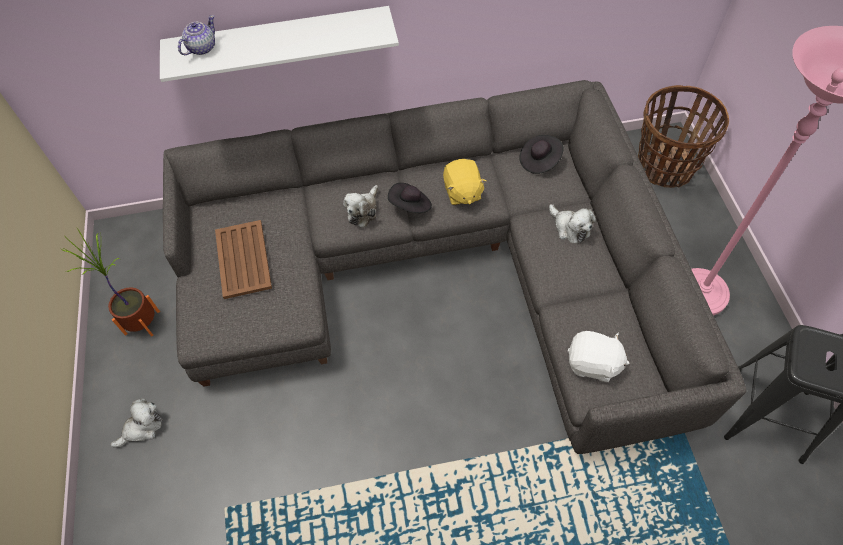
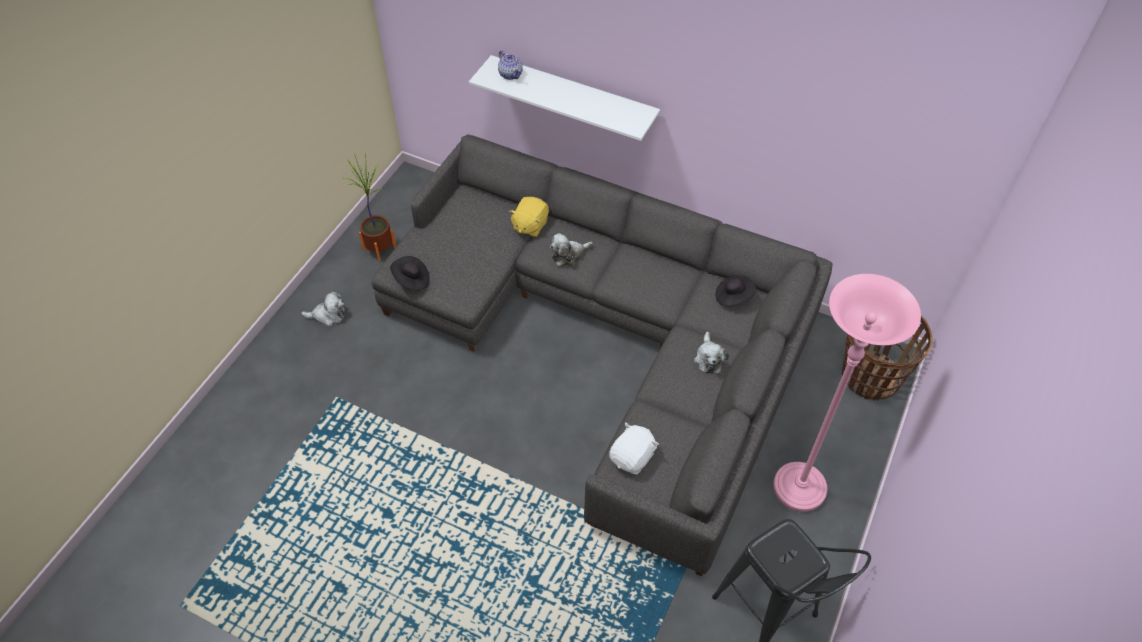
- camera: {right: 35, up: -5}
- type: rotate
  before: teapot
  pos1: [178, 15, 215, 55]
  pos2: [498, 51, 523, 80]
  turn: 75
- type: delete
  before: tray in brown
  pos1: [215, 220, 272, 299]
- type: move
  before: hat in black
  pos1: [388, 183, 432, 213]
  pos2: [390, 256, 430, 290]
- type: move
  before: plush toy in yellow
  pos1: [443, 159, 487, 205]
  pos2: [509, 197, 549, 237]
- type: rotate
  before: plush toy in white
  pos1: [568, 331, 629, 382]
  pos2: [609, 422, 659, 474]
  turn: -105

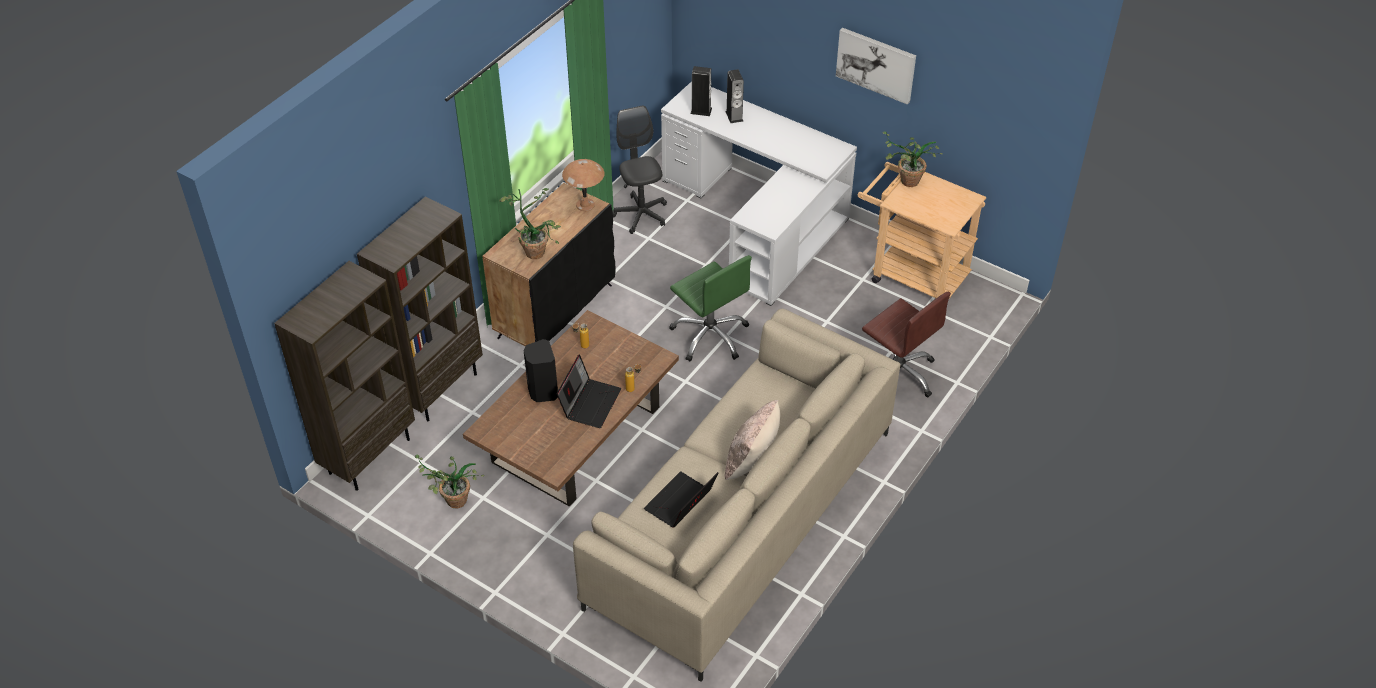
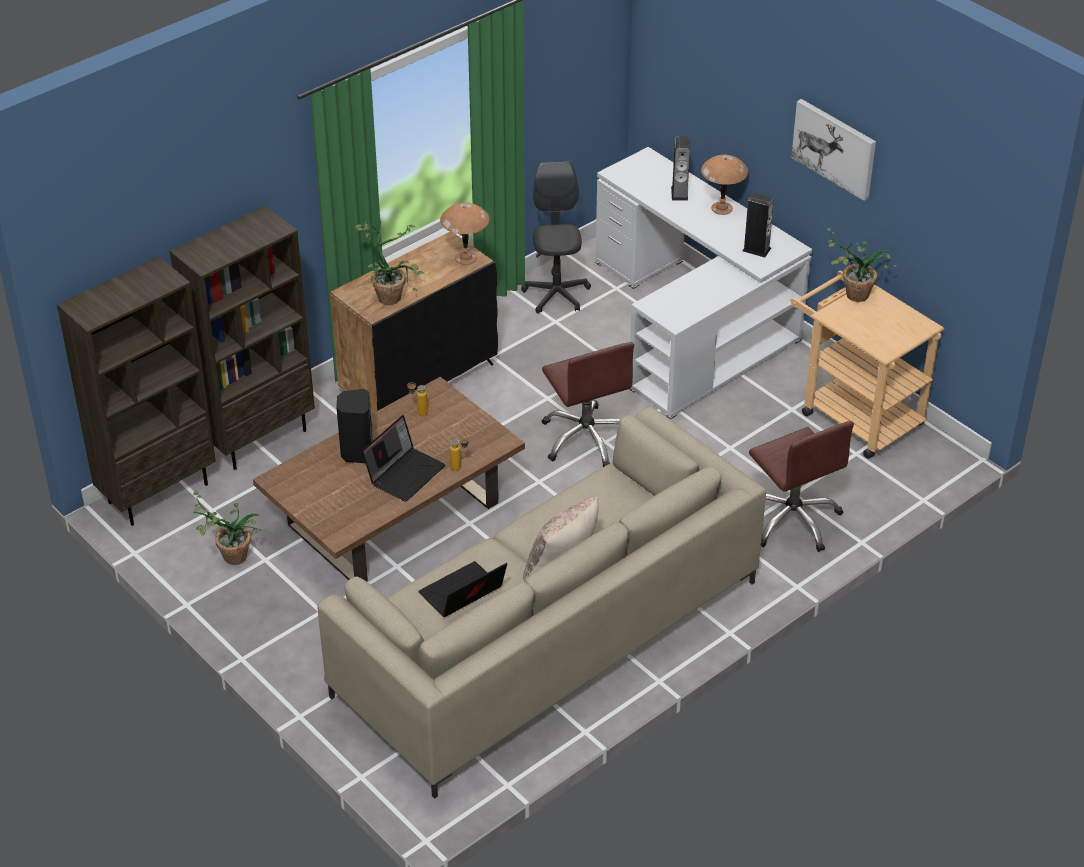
- camera: {right: 15, up: -5}
- type: recolor
  before: office chair in green
  after: office chair in brown
  pos1: [669, 255, 752, 362]
  pos2: [542, 342, 634, 467]
- type: move
  before: speaker
  pos1: [690, 66, 712, 116]
  pos2: [742, 193, 774, 257]
- type: insert
  after: table lamp in brown
  pos2: [701, 155, 749, 215]

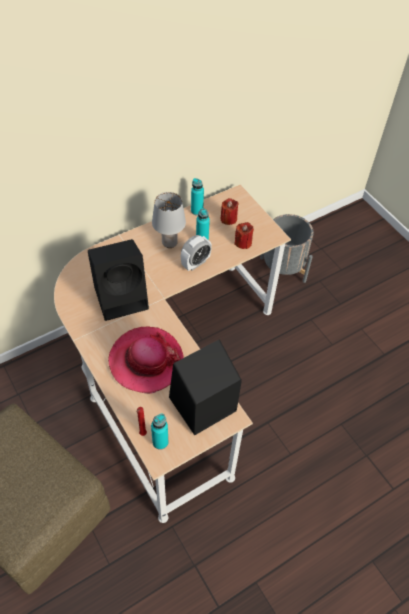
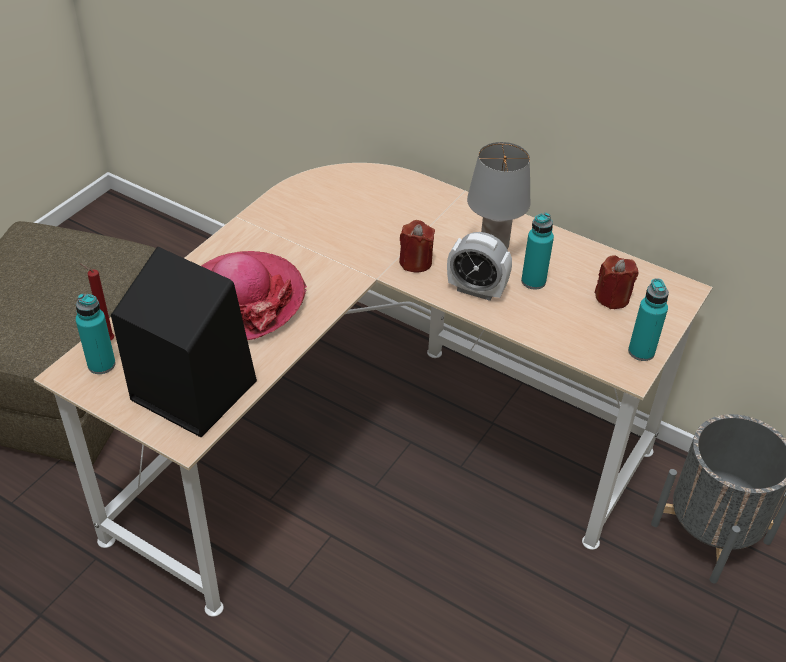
- camera: {right: 65, up: -10}
- type: delete
  before: speaker in black
  pos1: [88, 239, 149, 321]
- type: move
  before: bottle in turquoise
  pos1: [191, 178, 204, 216]
  pos2: [628, 278, 669, 361]
- type: move
  before: candle in red
  pos1: [234, 222, 254, 249]
  pos2: [399, 220, 435, 273]

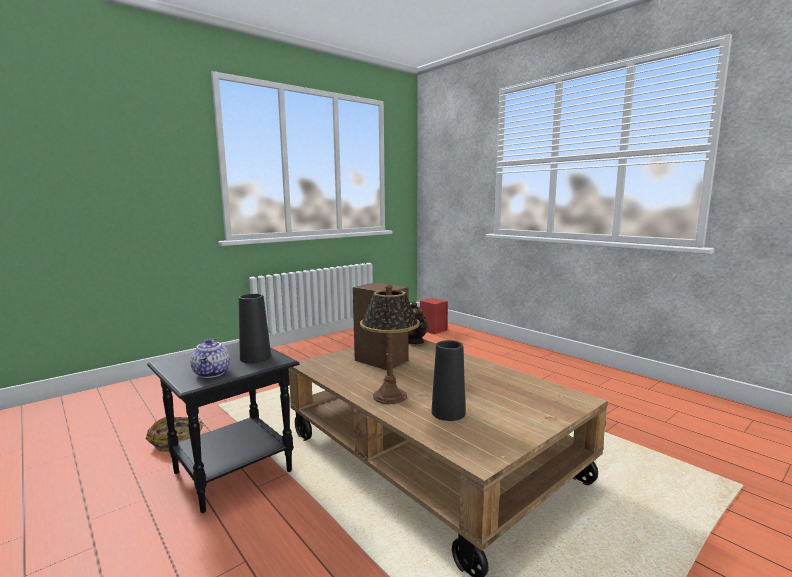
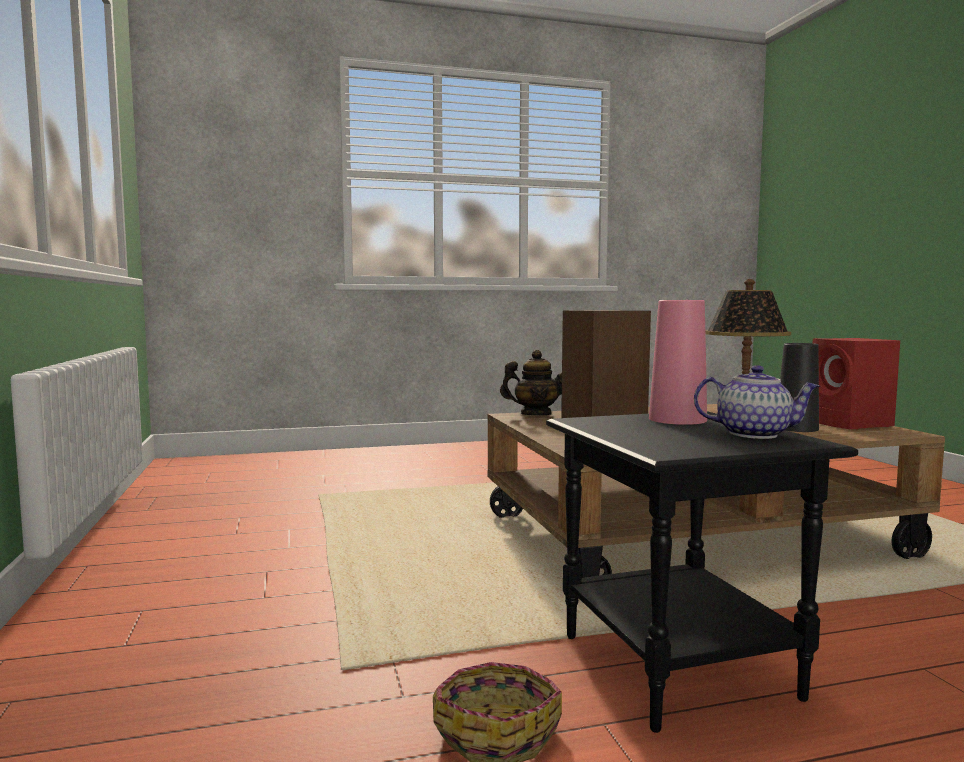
- camera: {right: -65, up: -5}
- type: recolor
  before: vase in black
  after: vase in pink
  pos1: [239, 294, 271, 363]
  pos2: [649, 300, 707, 425]
- type: move
  before: speaker in red
  pos1: [419, 298, 448, 334]
  pos2: [813, 338, 900, 429]

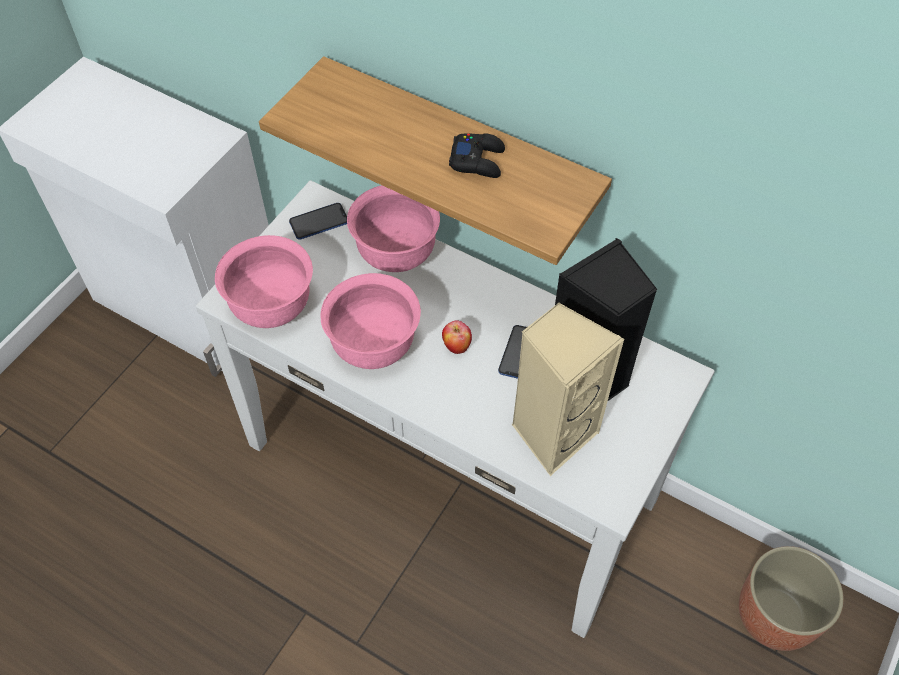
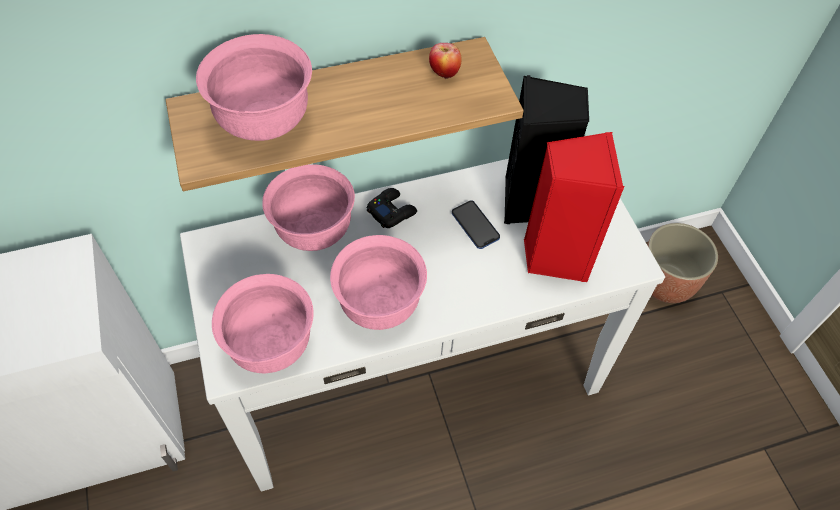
- camera: {right: -50, up: 0}
- type: delete
  before: phone
  pos1: [289, 203, 347, 240]
- type: move
  before: apple
  pos1: [442, 320, 472, 354]
  pos2: [429, 43, 462, 79]
- type: move
  before: game controller in black
  pos1: [449, 133, 505, 178]
  pos2: [367, 188, 417, 228]
- type: recolor
  before: speaker in beige
  after: speaker in red
  pos1: [512, 302, 624, 476]
  pos2: [524, 132, 624, 282]
- type: insert
  after: bowl in pink
  pos2: [196, 34, 312, 141]

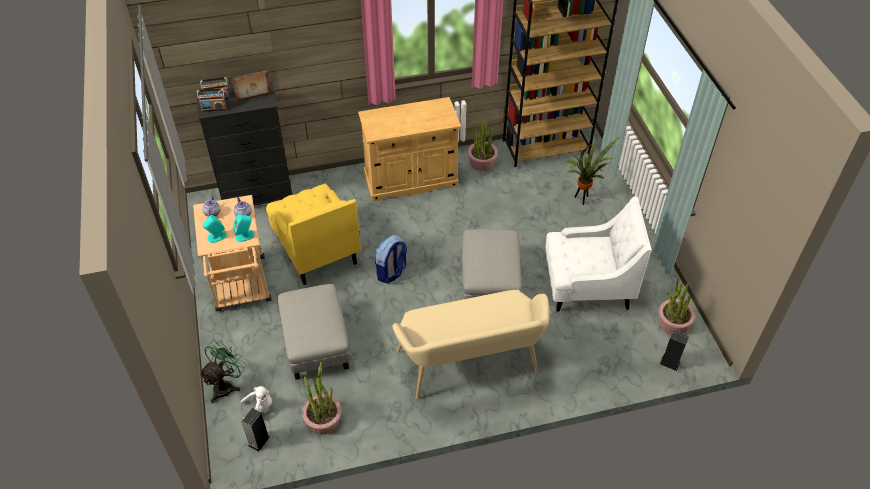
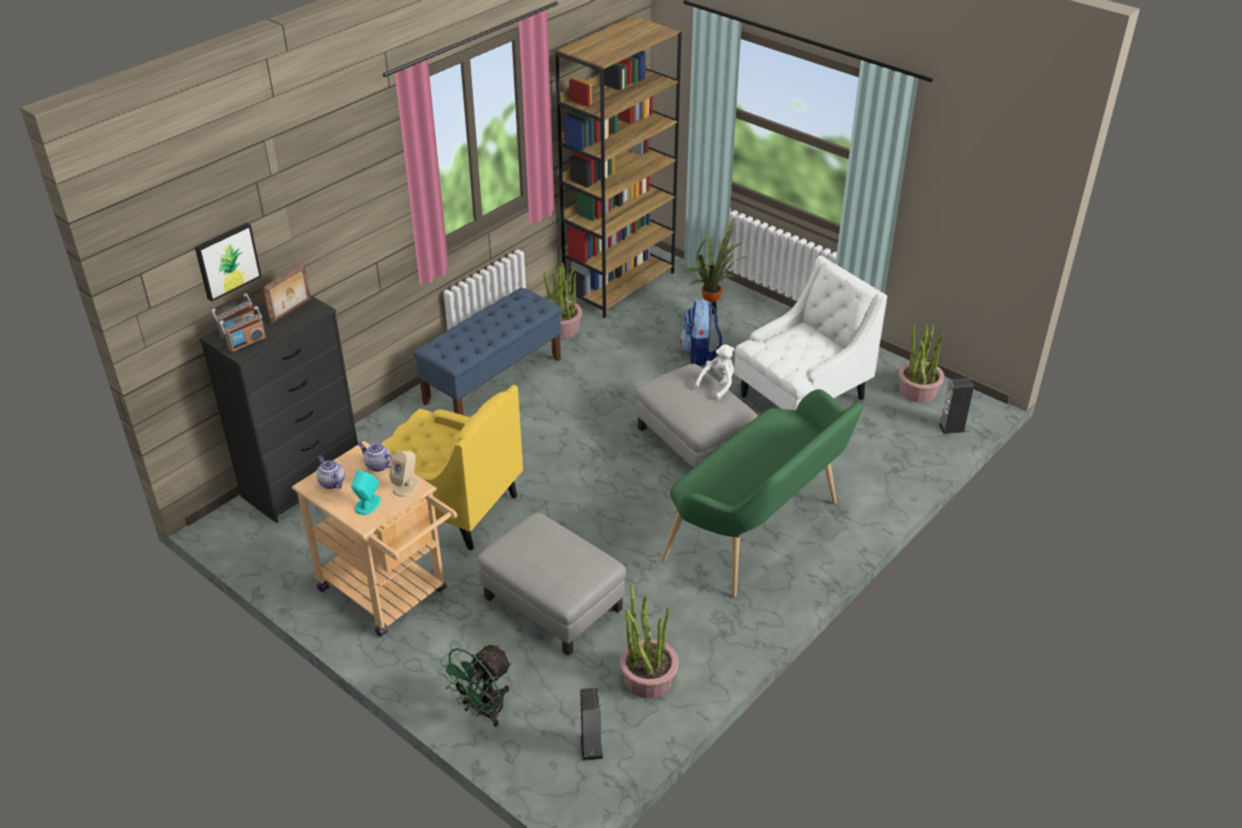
- camera: {right: -35, up: -10}
- type: rotate
  before: fan in green
  pos1: [199, 340, 246, 403]
  pos2: [438, 645, 512, 727]
  turn: -135
- type: recolor
  before: speaker in turquoise
  after: speaker in beige
  pos1: [233, 214, 255, 242]
  pos2: [389, 451, 420, 497]
- type: move
  before: plush toy in white
  pos1: [240, 386, 272, 419]
  pos2: [694, 344, 734, 400]
- type: replace
  before: cabinet in beige
  after: bench in blue
  pos1: [358, 97, 461, 202]
  pos2: [413, 288, 562, 415]
- type: move
  before: backpack
  pos1: [374, 235, 407, 284]
  pos2: [680, 298, 722, 366]
- type: recolor
  before: bench in beige
  after: bench in green
  pos1: [393, 290, 549, 399]
  pos2: [661, 389, 863, 597]
- type: insert
  after: picture
  pos2: [195, 223, 262, 302]

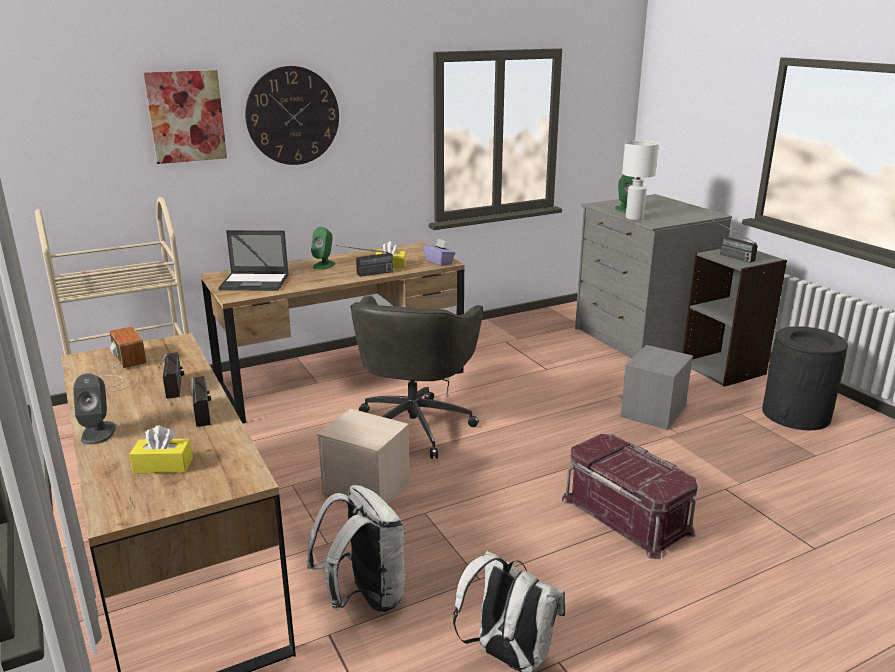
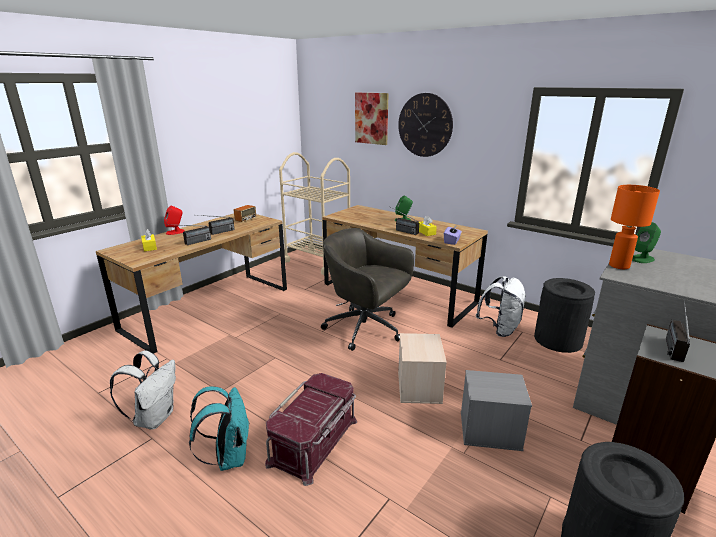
- camera: {right: 65, up: 0}
- type: recolor
  before: speaker in grey
  after: speaker in red
  pos1: [73, 373, 116, 445]
  pos2: [164, 206, 185, 235]
- type: delete
  before: laptop
  pos1: [218, 230, 289, 291]
- type: move
  before: backpack in white
  pos1: [307, 485, 405, 613]
  pos2: [476, 276, 526, 337]
- type: move
  before: storage box in beige
  pos1: [317, 409, 410, 504]
  pos2: [398, 333, 447, 404]
- type: rotate
  before: office chair in grey
  pos1: [350, 296, 483, 459]
  pos2: [321, 228, 414, 351]
  turn: 45
- type: recolor
  before: table lamp in white
  after: table lamp in orange
  pos1: [622, 140, 659, 220]
  pos2: [609, 185, 660, 269]
- type: insert
  after: backpack in turquoise
  pos2: [189, 386, 249, 471]
- type: insert
  after: trash can in black
  pos2: [534, 278, 595, 353]

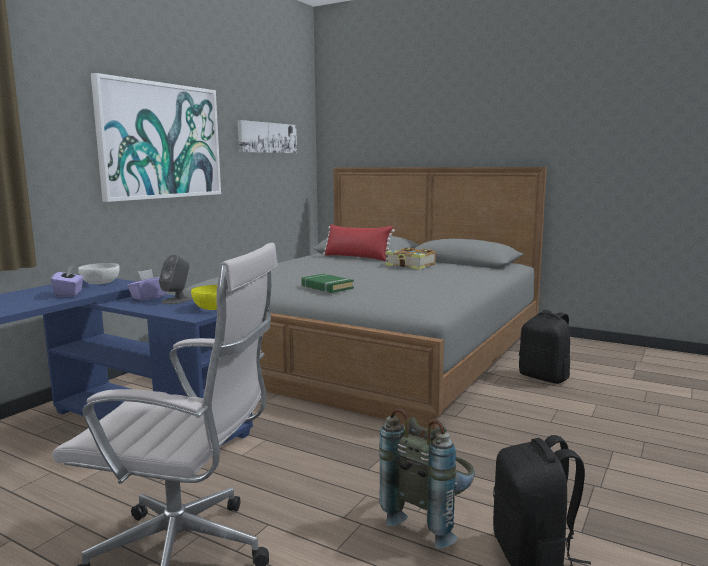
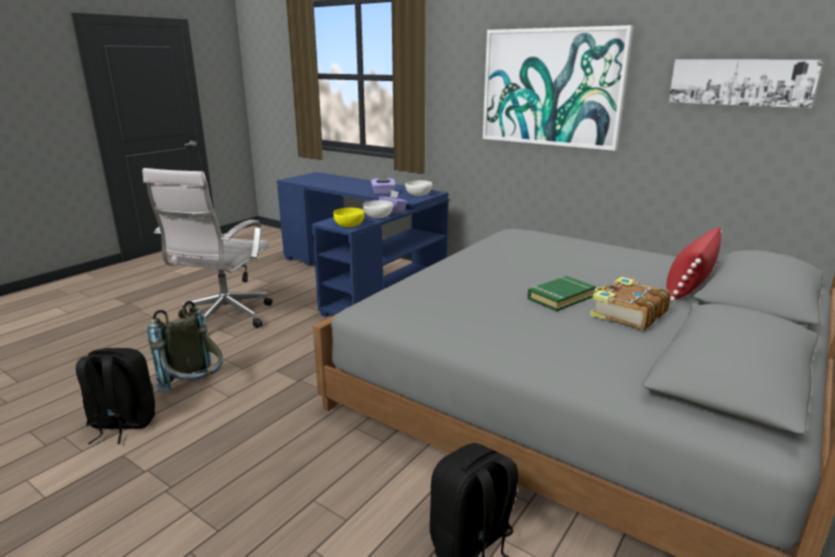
- camera: {right: 95, up: 10}
- type: replace
  before: speaker in grey
  after: bowl in white
  pos1: [159, 254, 192, 305]
  pos2: [363, 200, 393, 218]
- type: move
  before: book in green
  pos1: [301, 274, 354, 293]
  pos2: [527, 276, 596, 311]

